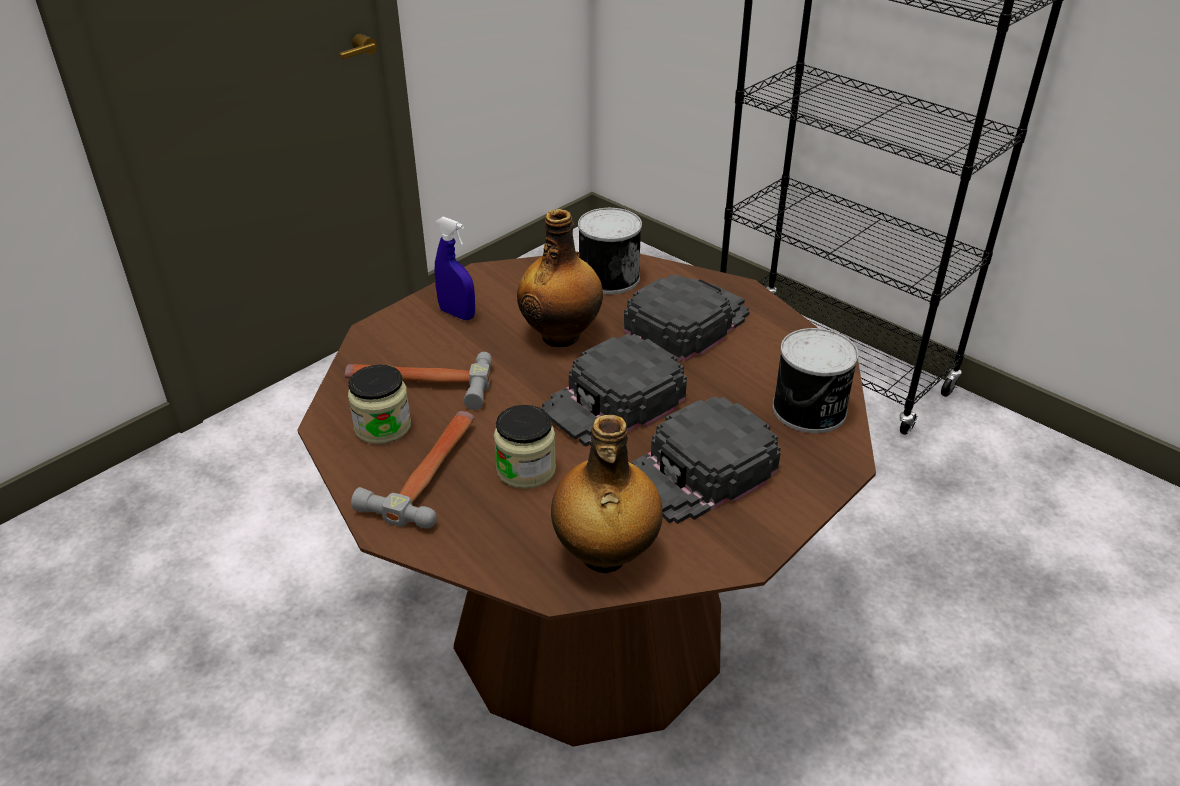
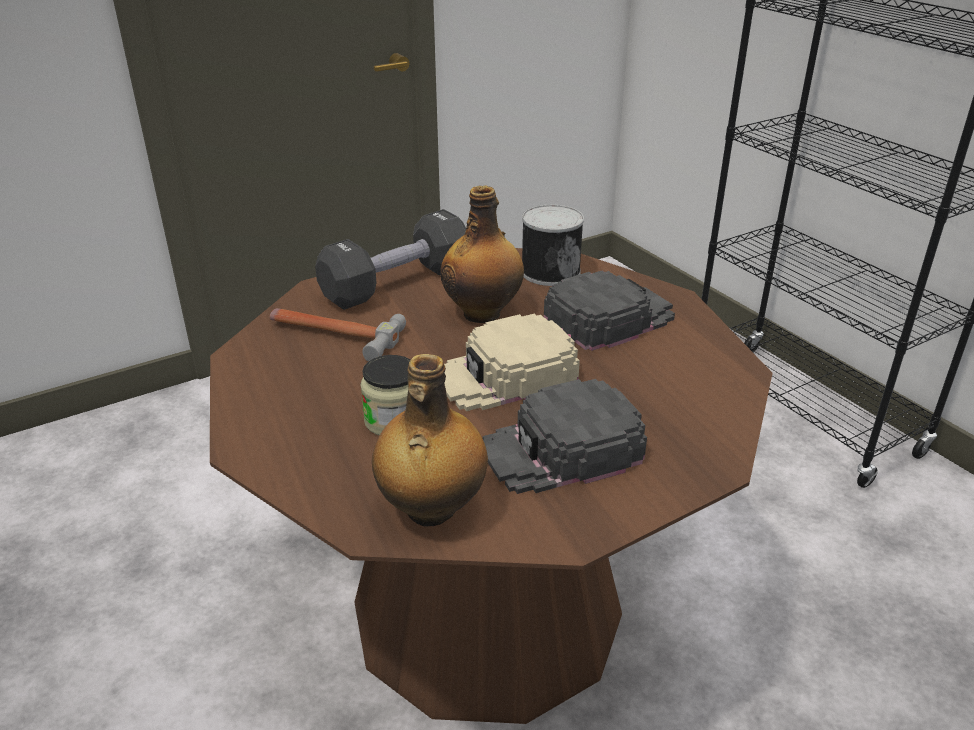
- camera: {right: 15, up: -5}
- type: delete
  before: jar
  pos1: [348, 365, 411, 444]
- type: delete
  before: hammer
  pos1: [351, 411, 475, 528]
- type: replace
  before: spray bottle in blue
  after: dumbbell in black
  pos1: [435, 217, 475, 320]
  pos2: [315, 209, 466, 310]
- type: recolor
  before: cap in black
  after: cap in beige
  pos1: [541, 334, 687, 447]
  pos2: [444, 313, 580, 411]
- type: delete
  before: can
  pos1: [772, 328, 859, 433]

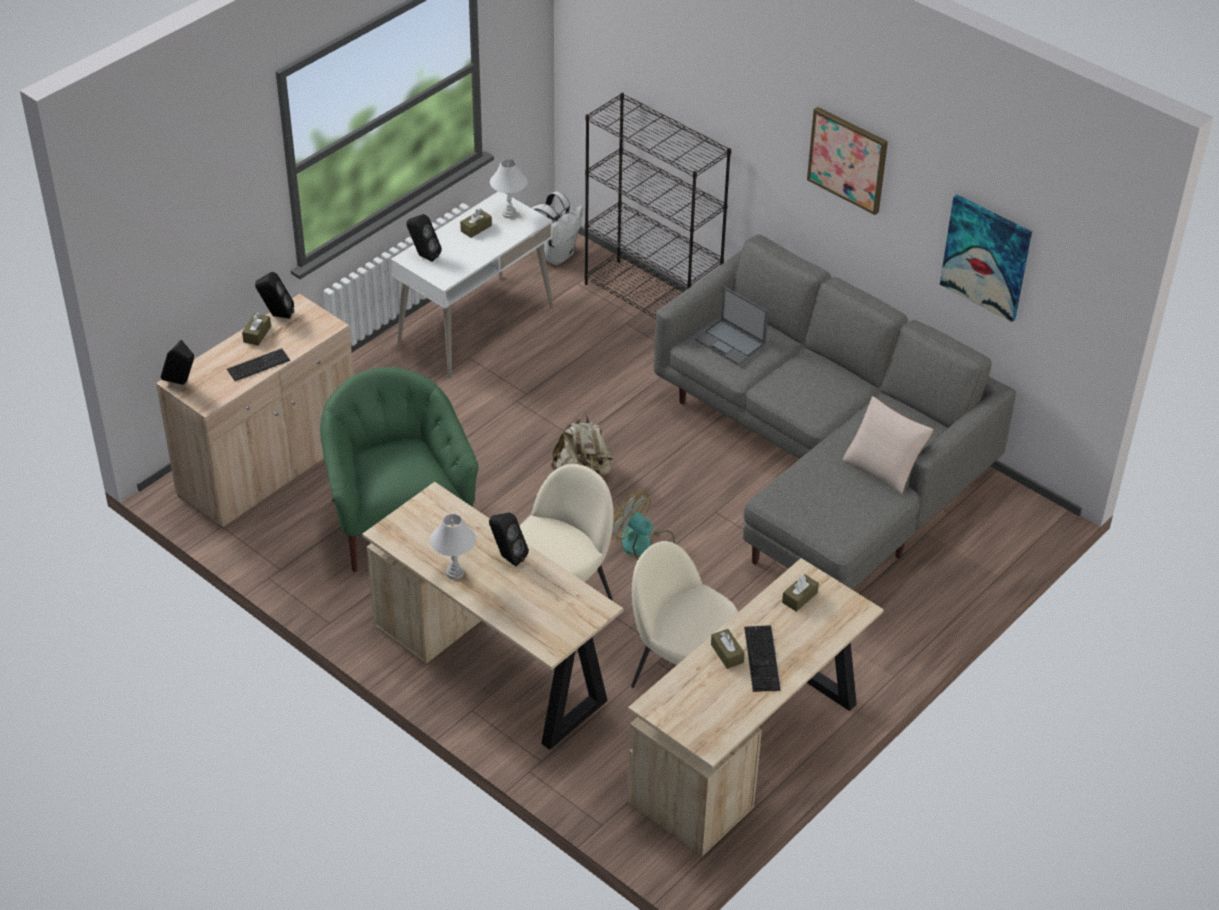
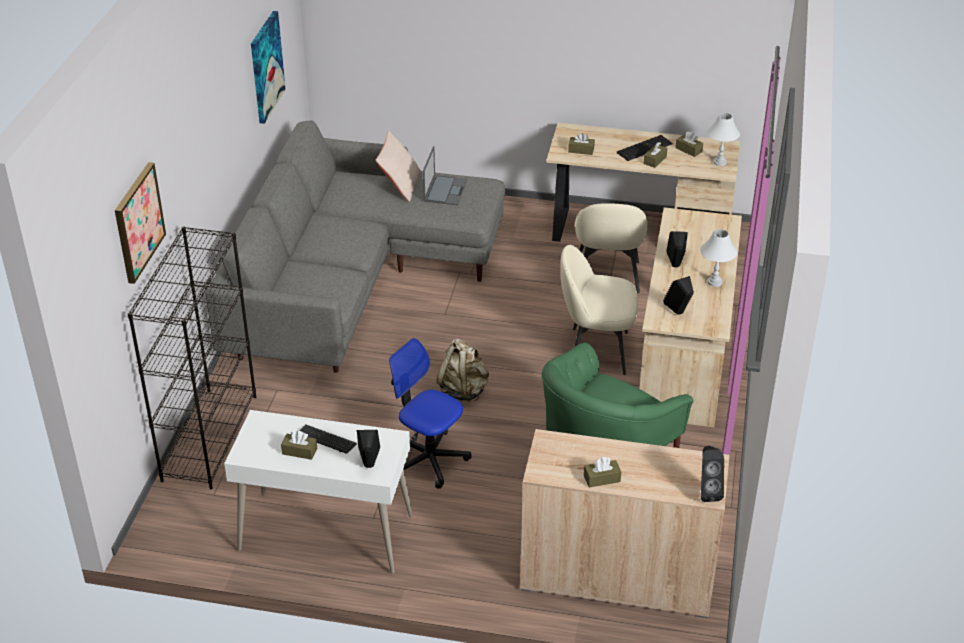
- camera: {right: -120, up: -5}
- type: move
  before: keyboard
  pos1: [227, 348, 290, 381]
  pos2: [299, 425, 357, 454]
- type: move
  before: speaker in black
  pos1: [255, 272, 294, 318]
  pos2: [663, 276, 694, 315]
- type: move
  before: table lamp in white
  pos1: [490, 159, 528, 219]
  pos2: [707, 113, 740, 166]
- type: delete
  before: backpack in white
  pos1: [532, 191, 583, 266]
- type: delete
  before: fan
  pos1: [611, 491, 675, 559]
- type: move
  before: laptop
  pos1: [695, 286, 768, 365]
  pos2: [423, 146, 467, 205]
- type: move
  before: picture
  pos1: [807, 107, 888, 215]
  pos2: [115, 162, 166, 284]
- type: insert
  after: office chair
  pos2: [389, 338, 471, 489]
- type: insert
  after: tissue box in brown
  pos2: [675, 132, 703, 157]

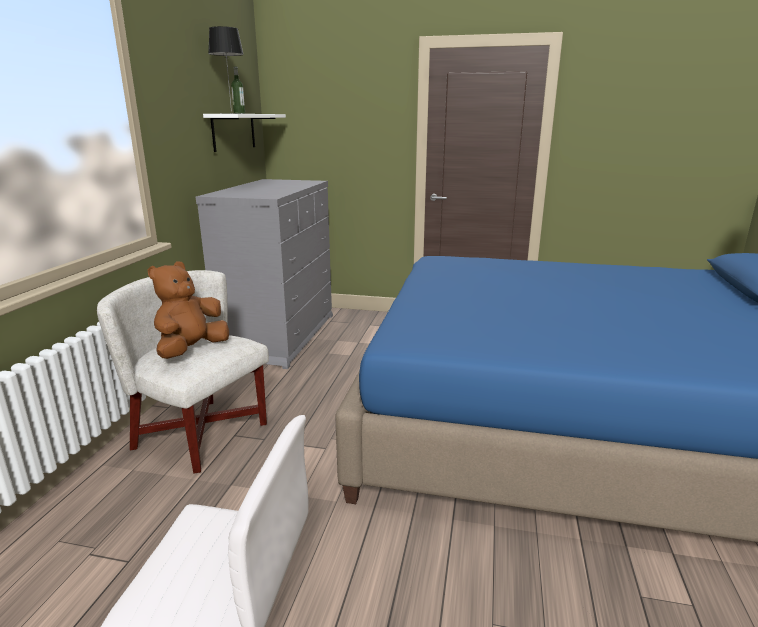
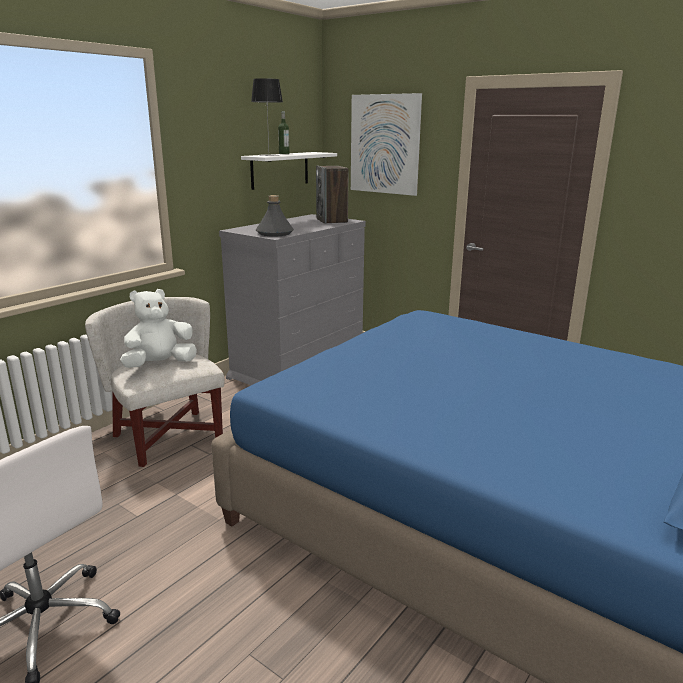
- camera: {right: 25, up: 0}
- type: recolor
  before: plush toy in brown
  after: plush toy in white
  pos1: [148, 262, 229, 359]
  pos2: [120, 289, 197, 368]
- type: insert
  after: bottle in grey
  pos2: [256, 195, 294, 237]
- type: insert
  after: speaker
  pos2: [316, 166, 348, 224]
- type: insert
  after: picture
  pos2: [351, 93, 422, 196]

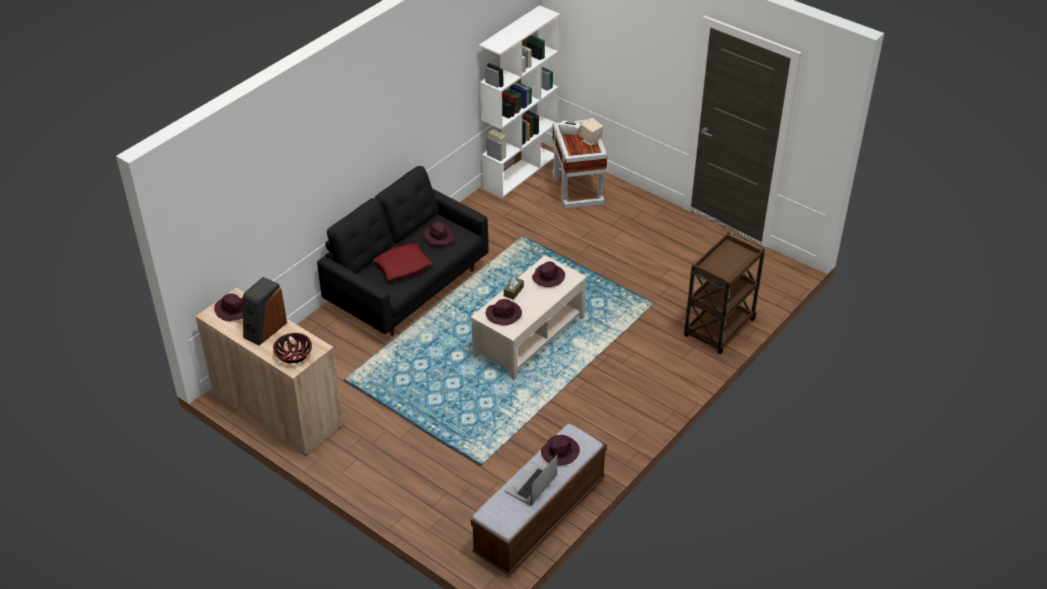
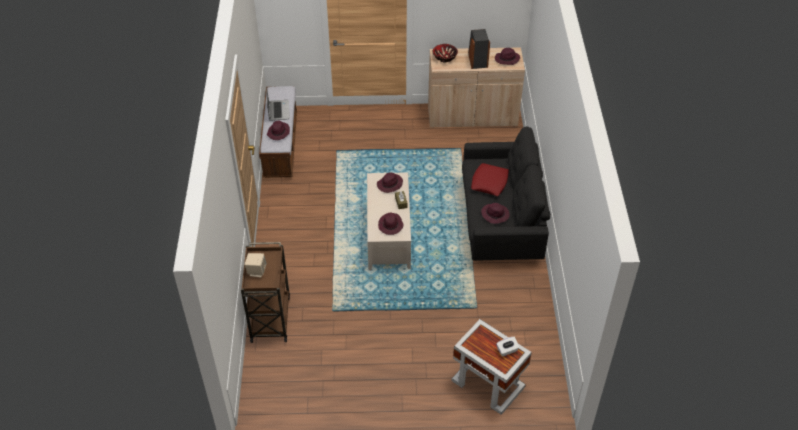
- camera: {right: 140, up: 5}
- type: delete
  before: bookcase in white
  pos1: [479, 5, 560, 198]
- type: move
  before: speaker in beige
  pos1: [579, 118, 603, 146]
  pos2: [244, 253, 267, 278]

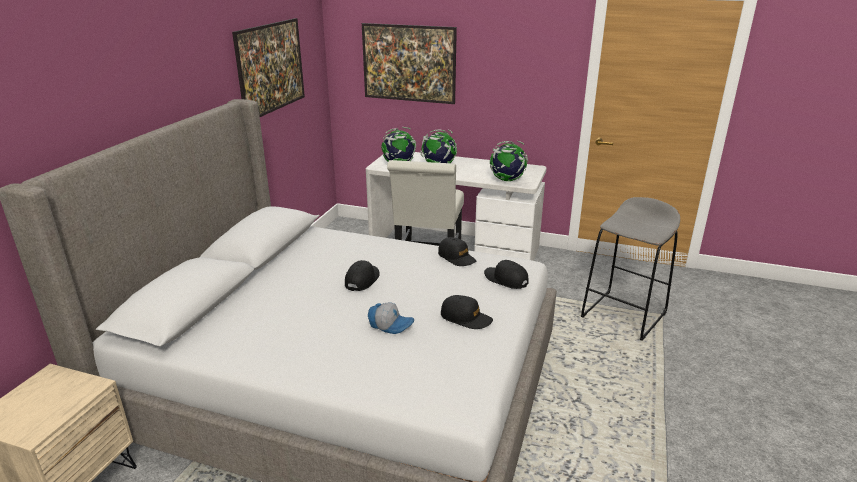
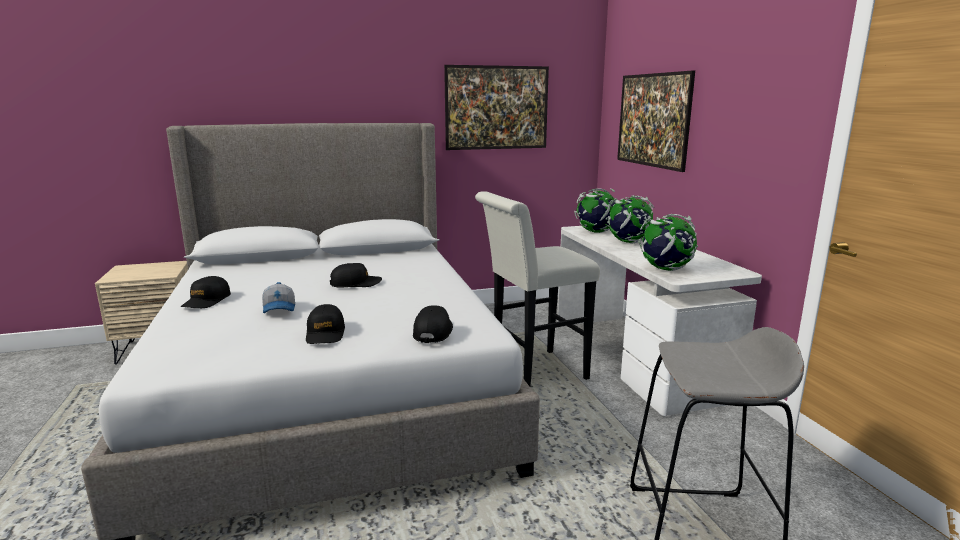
- camera: {right: 55, up: -10}
- type: move
  before: cap in black
  pos1: [438, 237, 476, 266]
  pos2: [181, 276, 231, 308]

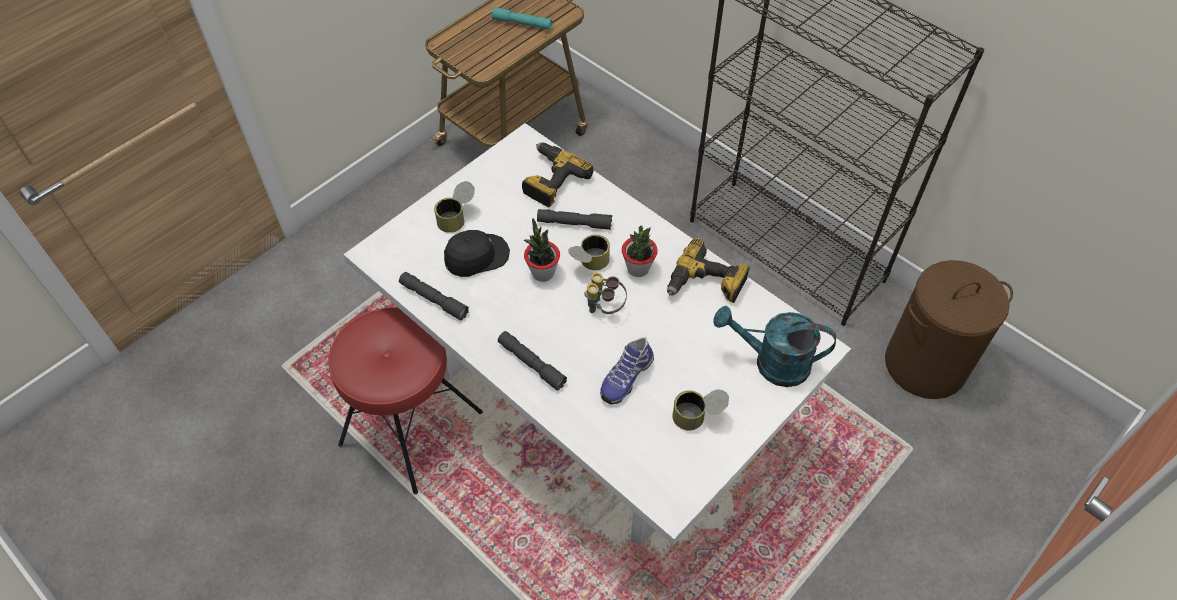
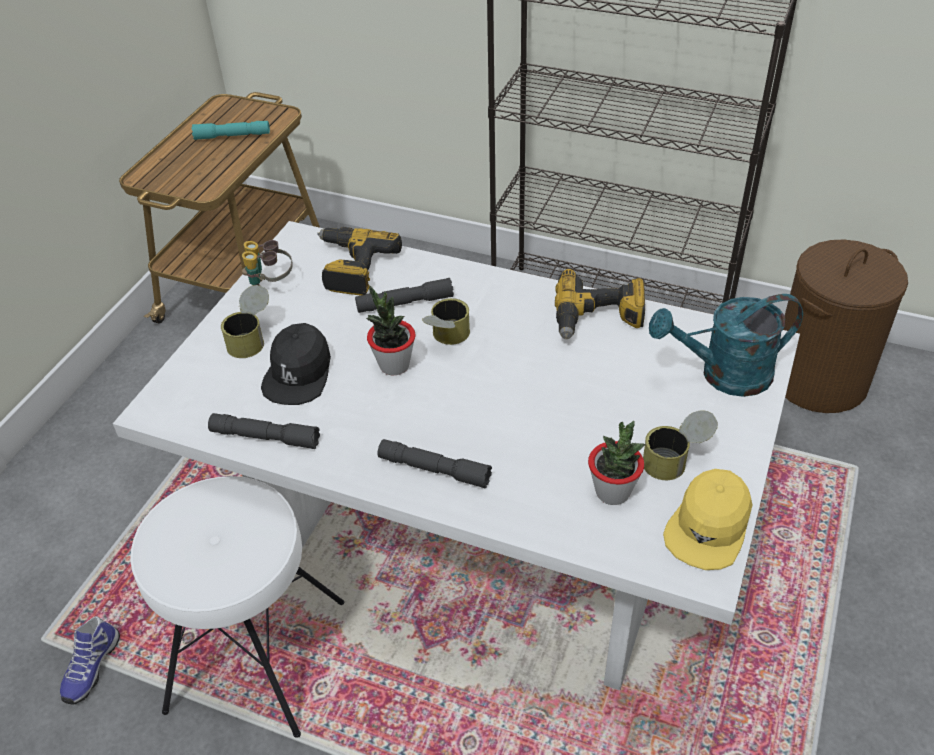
- camera: {right: -20, up: -10}
- type: recolor
  before: stool in red
  after: stool in white
  pos1: [328, 307, 483, 495]
  pos2: [130, 476, 344, 737]
- type: rotate
  before: cap in black
  pos1: [444, 230, 510, 277]
  pos2: [261, 323, 331, 405]
  turn: 150
- type: move
  before: binoculars
  pos1: [584, 272, 627, 314]
  pos2: [242, 240, 293, 286]
- type: move
  before: shoe
  pos1: [600, 337, 654, 404]
  pos2: [60, 616, 120, 704]
- type: move
  before: potted plant
  pos1: [622, 226, 658, 277]
  pos2: [588, 421, 645, 505]
- type: insert
  after: cap in yellow
  pos2: [663, 469, 752, 570]

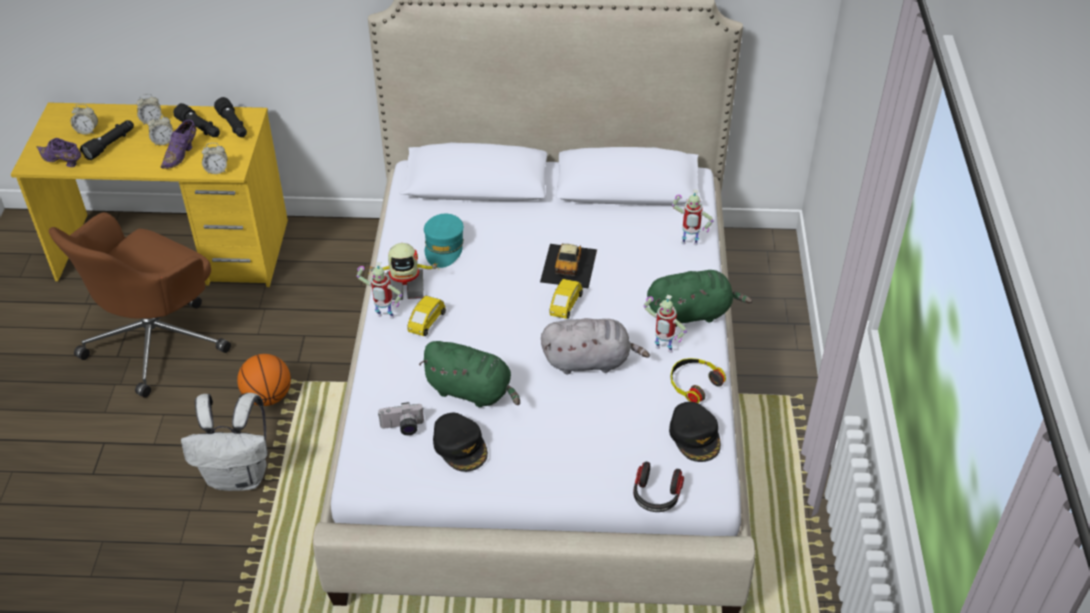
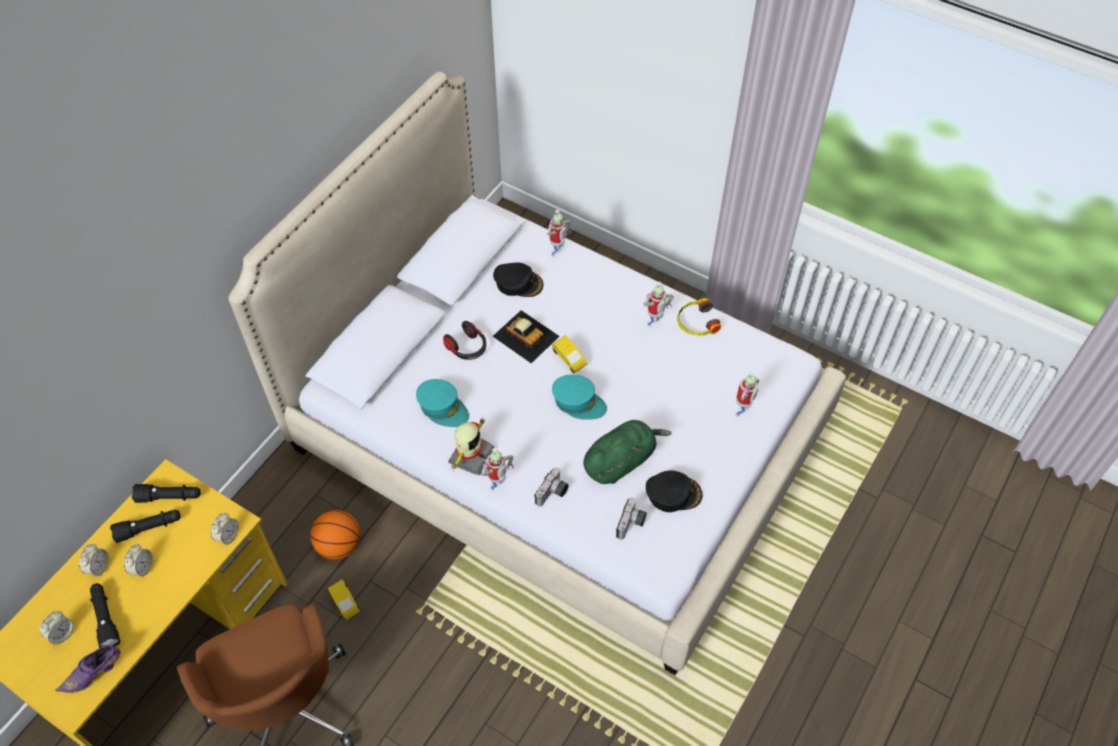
- camera: {right: -60, up: 10}
- type: delete
  before: shoe in purple
  pos1: [160, 120, 197, 169]
- type: delete
  before: backpack in white
  pos1: [181, 393, 268, 491]
- type: move
  before: basketball
  pos1: [237, 354, 291, 406]
  pos2: [310, 510, 360, 560]
- type: move
  before: toy car in yellow
  pos1: [407, 295, 446, 336]
  pos2: [328, 579, 361, 620]
- type: delete
  before: plush toy in grey
  pos1: [541, 318, 650, 374]
- type: move
  before: headphones
  pos1: [633, 462, 684, 512]
  pos2: [443, 321, 486, 360]
- type: delete
  before: plush toy in green
  pos1: [647, 270, 752, 327]
- type: move
  before: cap in black
  pos1: [669, 402, 721, 462]
  pos2: [493, 263, 544, 297]
- type: insert
  after: photo camera
  pos2: [534, 468, 569, 506]
- type: insert
  after: cap in turquoise
  pos2: [552, 375, 607, 420]
- type: insert
  after: toy robot
  pos2: [735, 371, 759, 417]

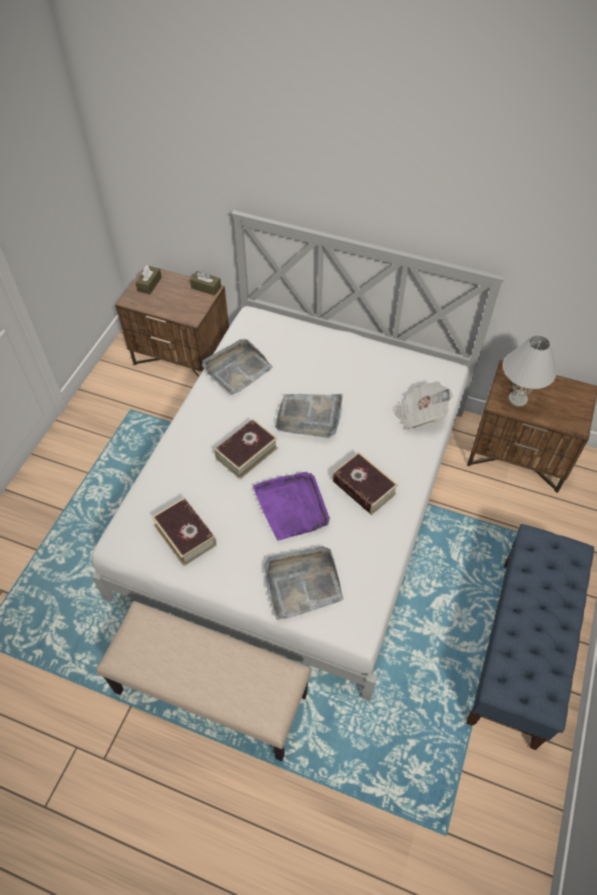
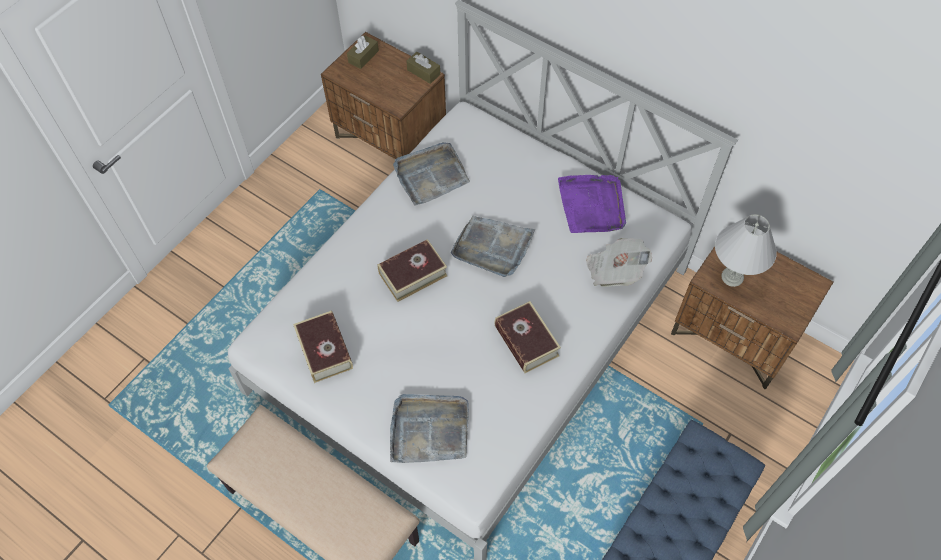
- camera: {right: 15, up: 5}
- type: move
  before: tray in purple
  pos1: [253, 472, 330, 540]
  pos2: [558, 175, 626, 233]

